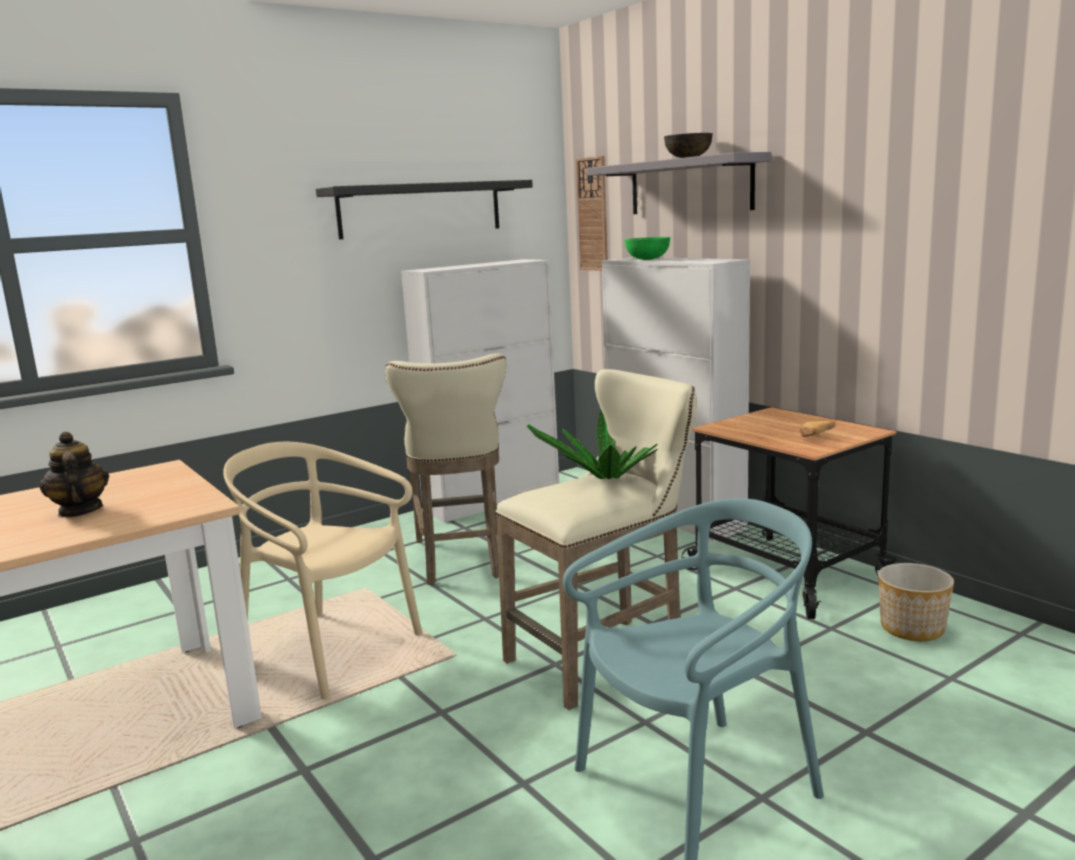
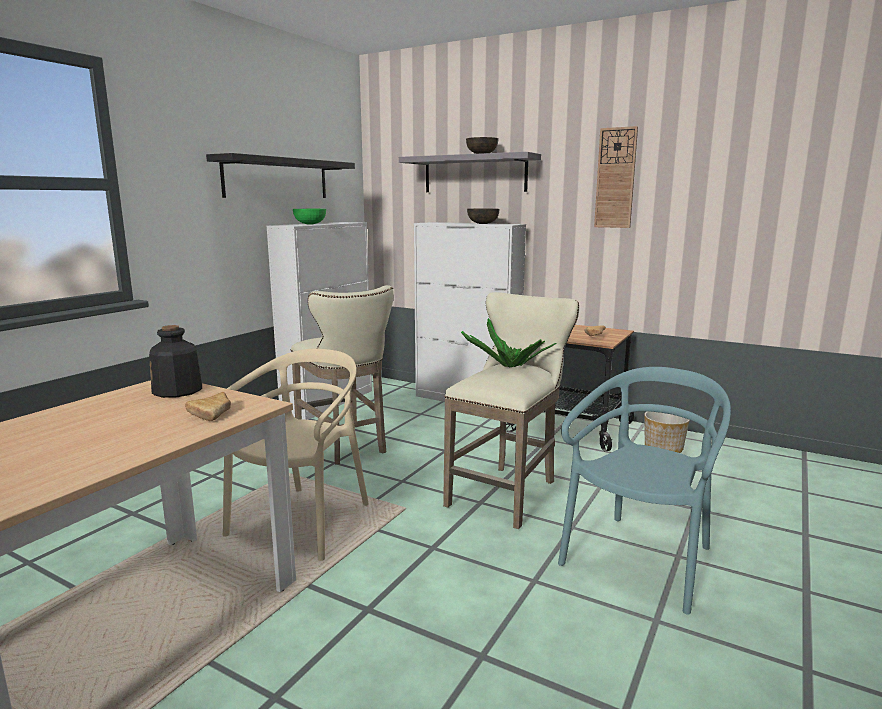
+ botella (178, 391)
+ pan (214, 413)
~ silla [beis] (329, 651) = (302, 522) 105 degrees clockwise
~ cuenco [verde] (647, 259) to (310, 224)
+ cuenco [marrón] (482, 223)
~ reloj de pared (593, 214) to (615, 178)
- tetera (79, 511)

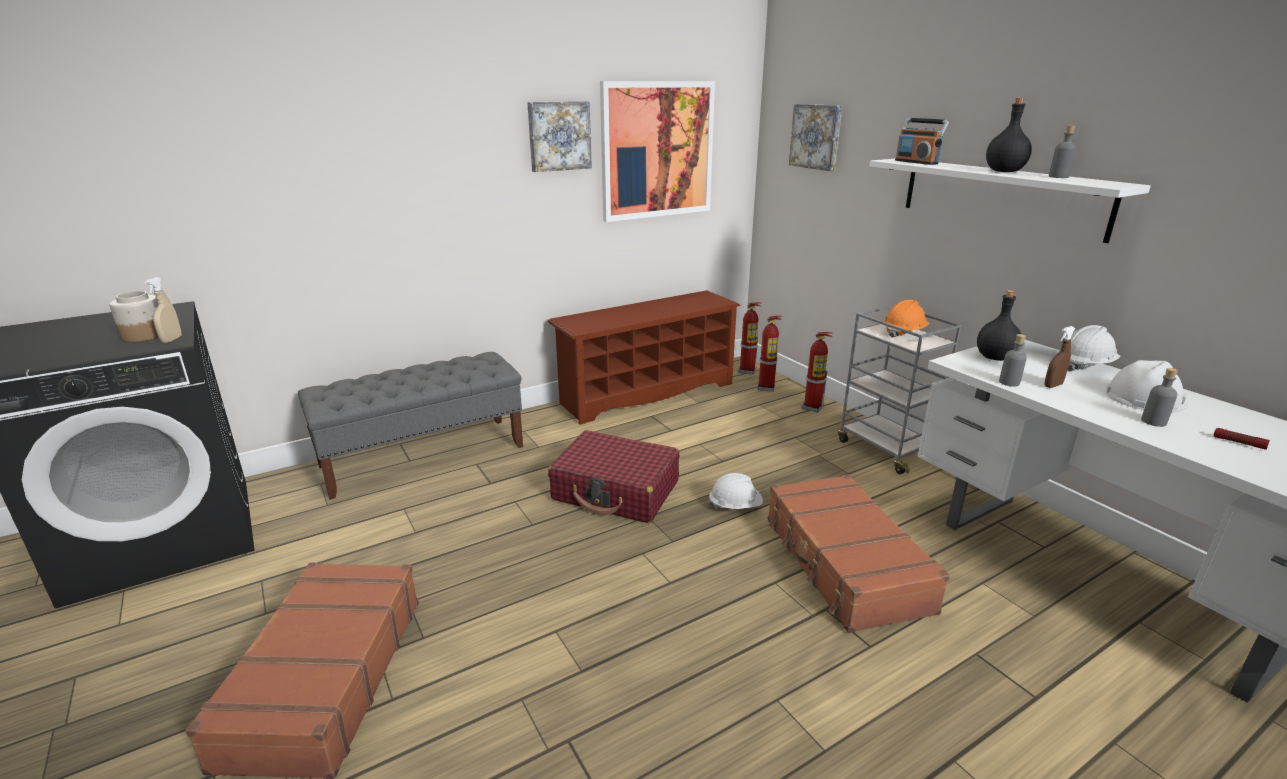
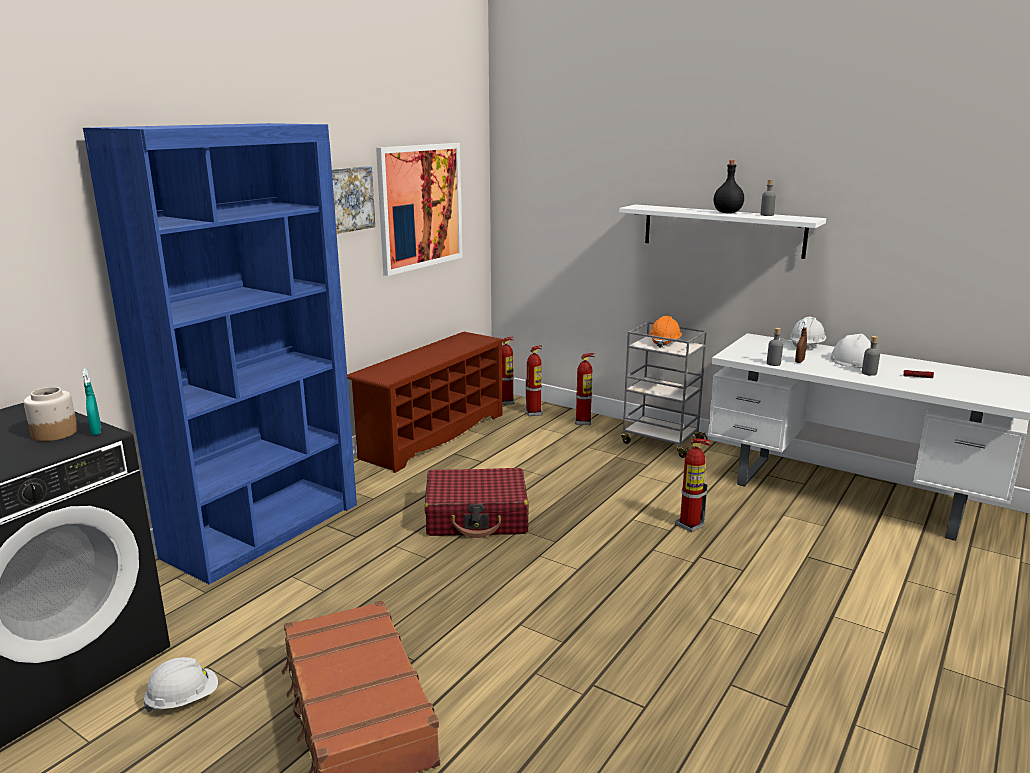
~ pulverizador [beis] (171, 340) to pulverizador [turquesa] (96, 432)
~ banco [gris] (424, 455) to estantería [azul] (264, 529)
~ casco [blanco] (735, 506) to (183, 700)
~ maleta [marrón] (844, 564) to extintor (690, 525)
- cuadro (817, 136)
- radio (916, 162)
- botella [negro] (994, 358)

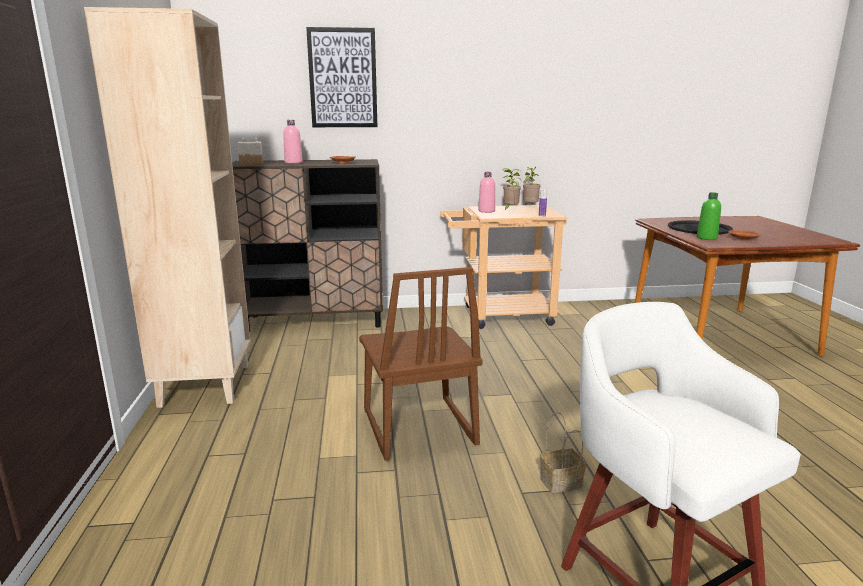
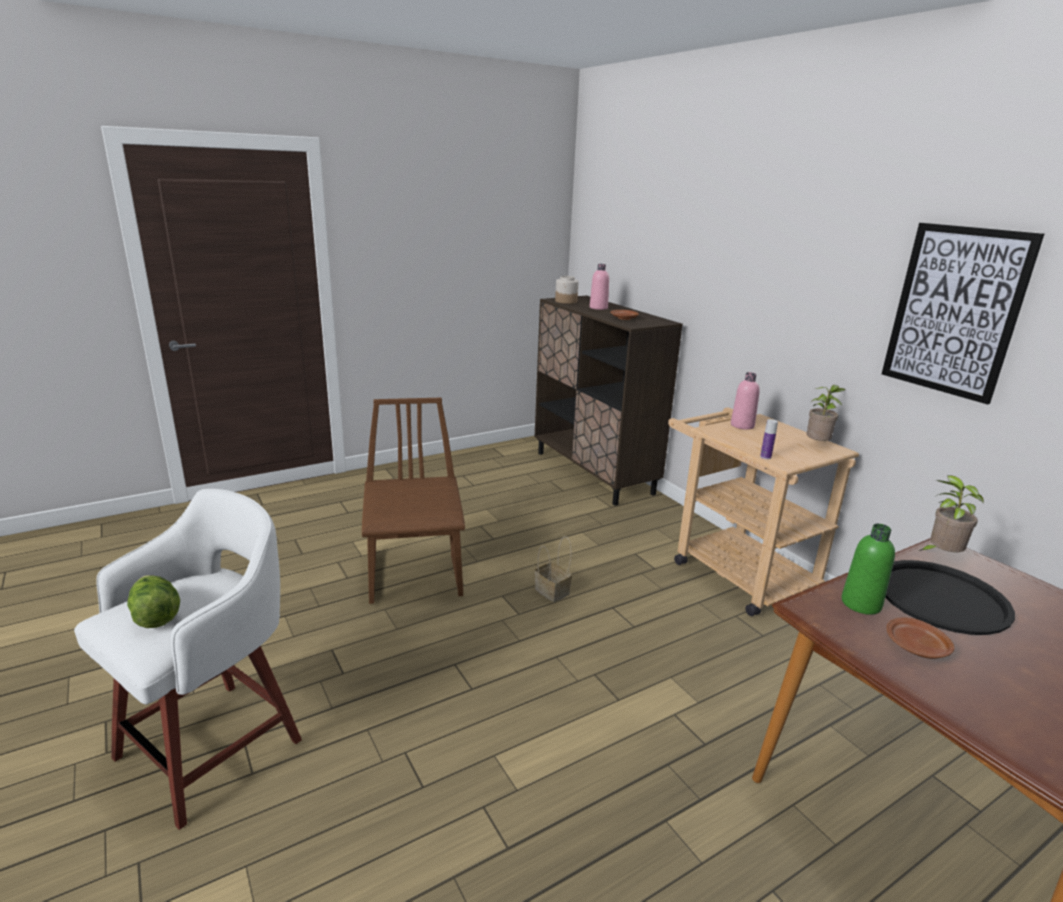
+ lechuga (155, 615)
~ silla [marrón] (417, 428) = (416, 573) 120 degrees clockwise
~ cesta (561, 481) to (553, 592)
~ cuadro (343, 78) to (955, 311)
~ planta en maceta (510, 209) to (940, 555)
- estantería [beis] (205, 385)

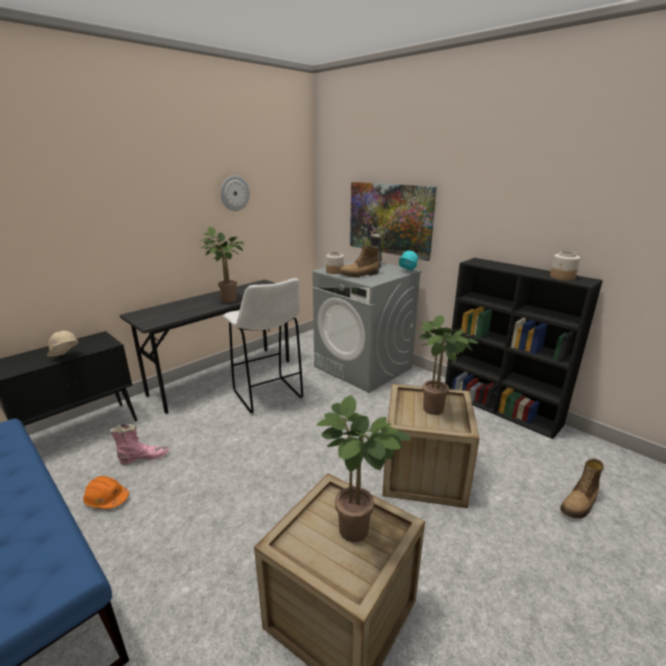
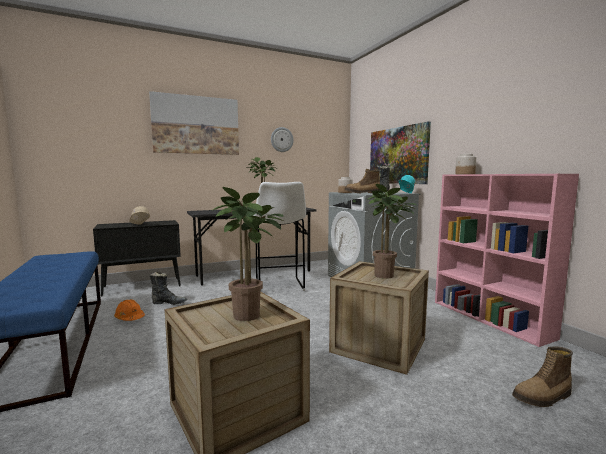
+ cuadro (196, 125)
~ bota [rosa] (143, 457) to bota [negro] (169, 303)
~ estantería [negro] (501, 408) to estantería [rosa] (490, 319)
~ tarro (562, 277) to (465, 174)

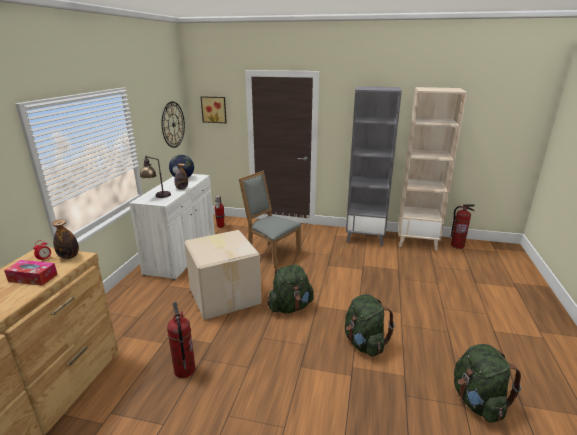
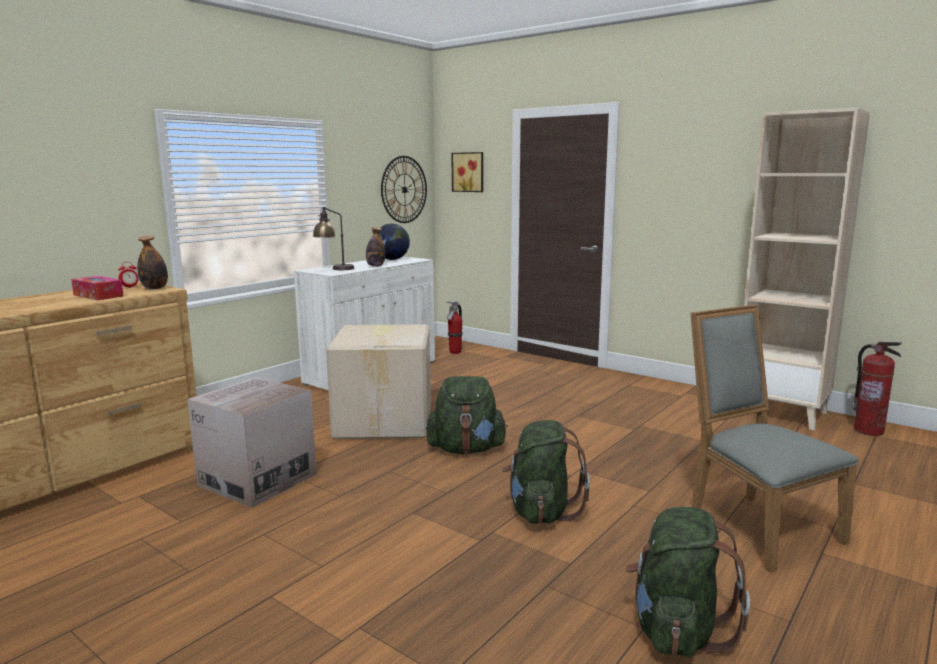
~ extintor (184, 370) to caja de cartón (257, 480)
~ silla [gris] (271, 253) to (756, 526)
- estantería [gris] (365, 237)

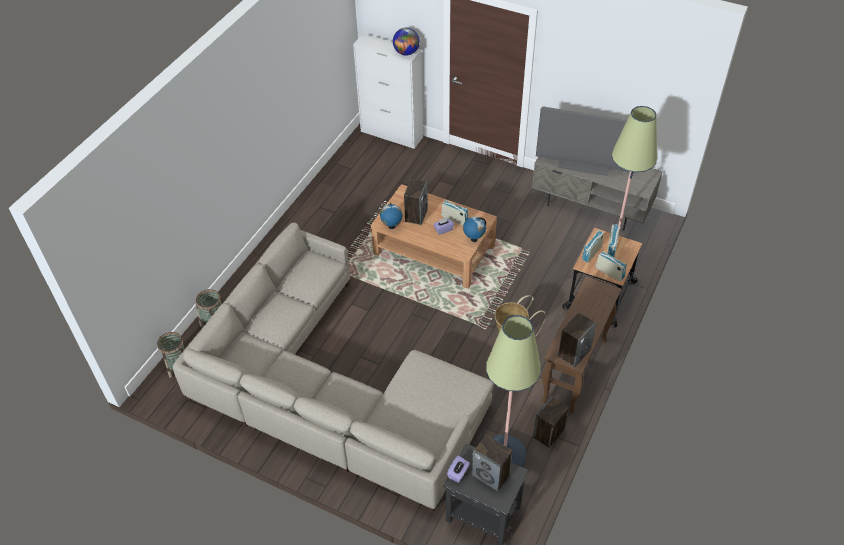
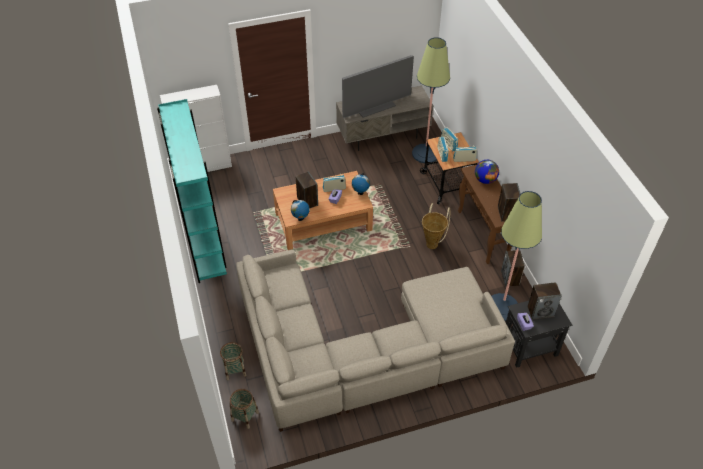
+ estantería [turquesa] (204, 244)
~ globo terráqueo (406, 52) to (485, 180)

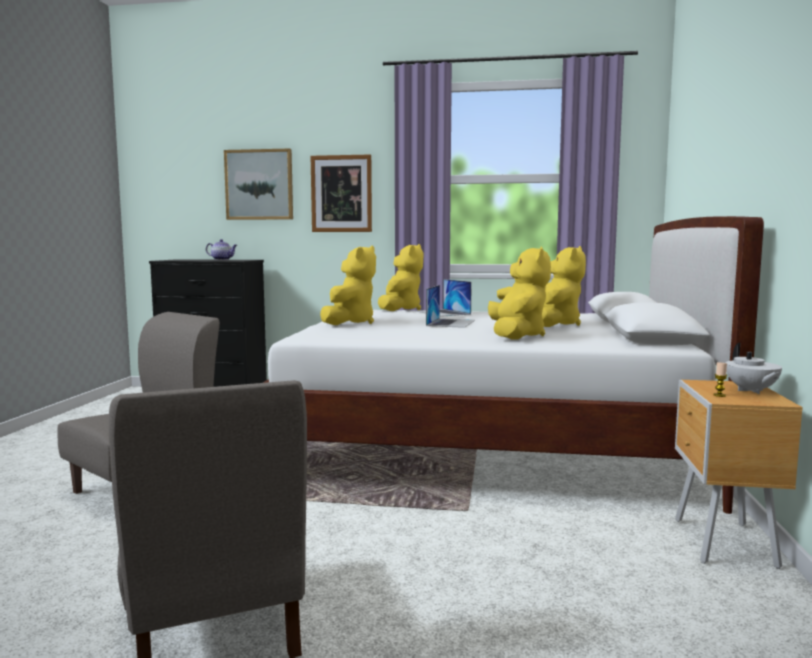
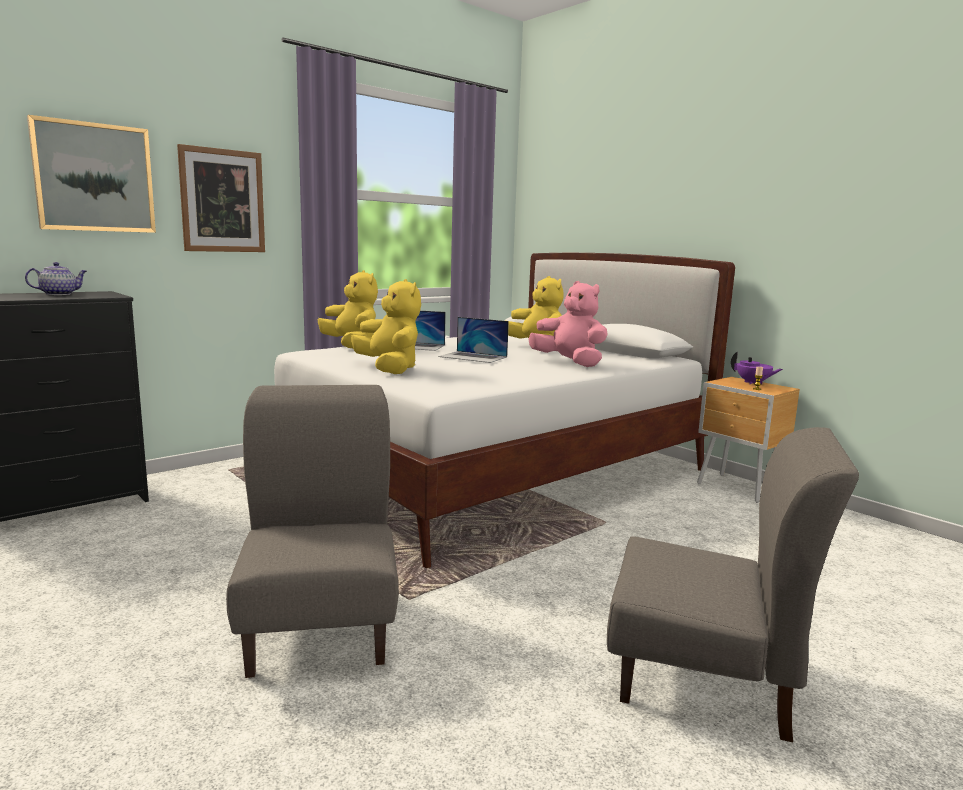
~ portátil (451, 323) = (473, 357) 150 degrees clockwise
~ peluche [amarillo] (516, 336) to peluche [rosa] (570, 363)
~ tetera [blanco] (751, 390) to tetera [morado] (753, 383)

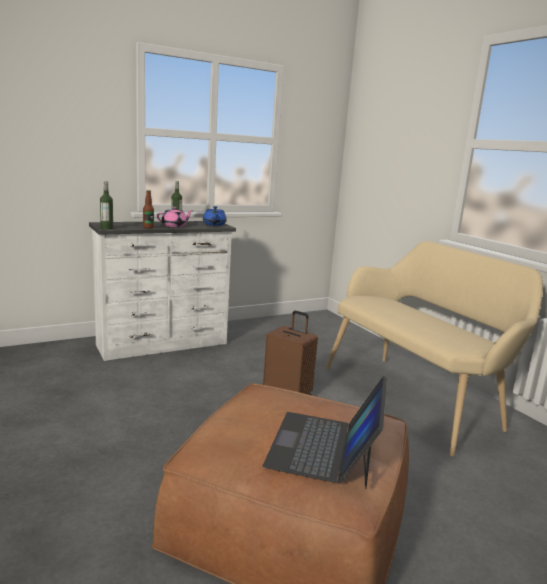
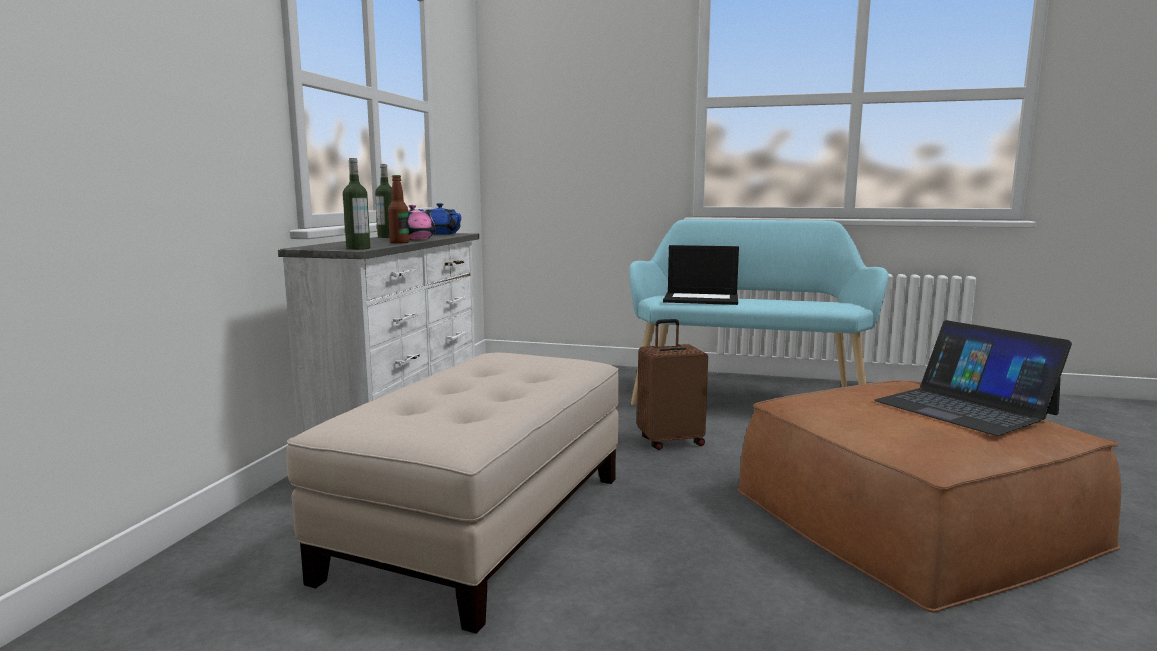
+ puf [beis] (481, 523)
~ banco [beis] (415, 397) to banco [turquesa] (746, 397)
+ portátil (702, 299)

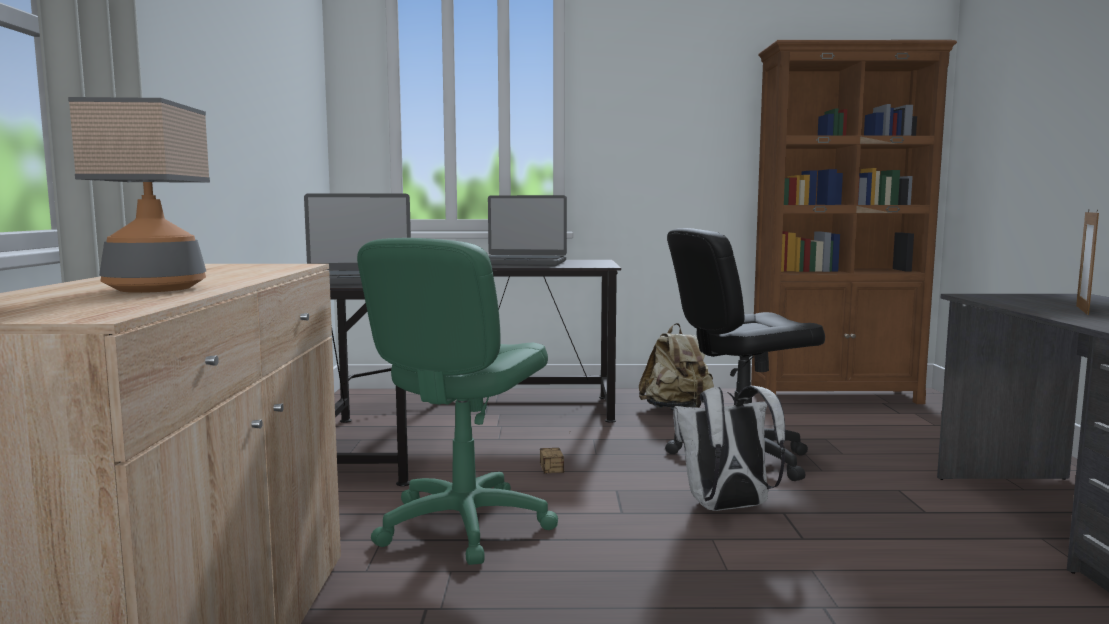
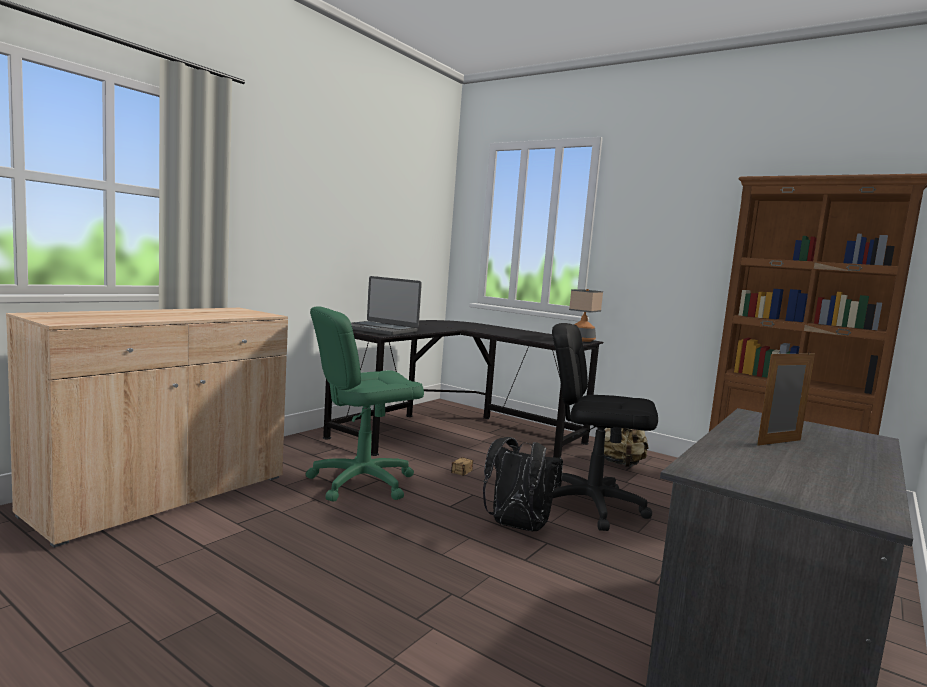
~ mochila [blanco] (727, 508) to mochila [negro] (516, 527)
~ lámpara de mesa (155, 288) to (582, 340)
- portátil (522, 263)

